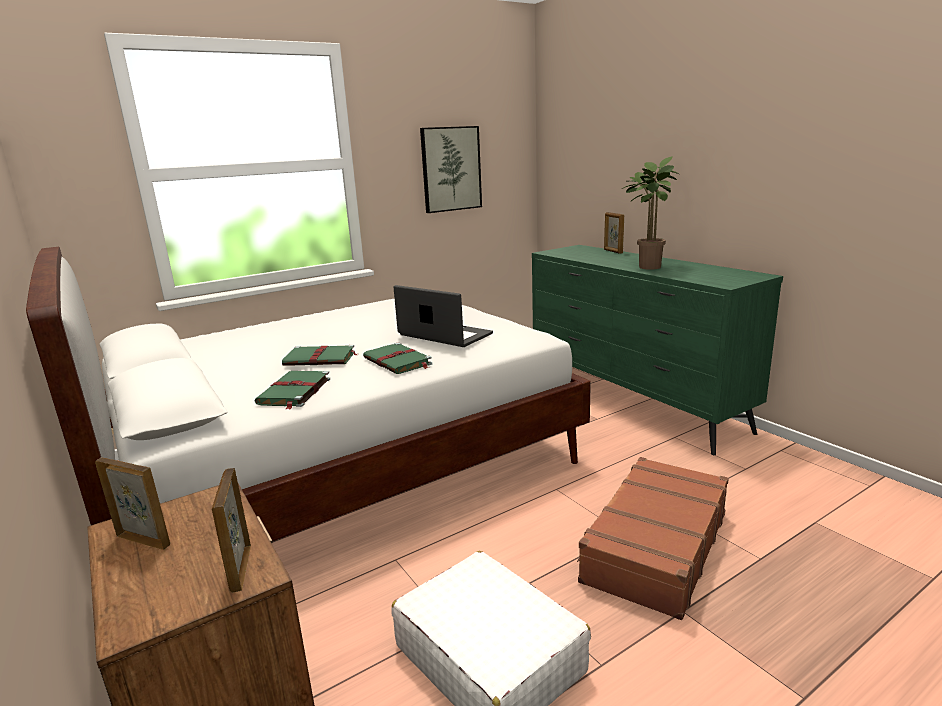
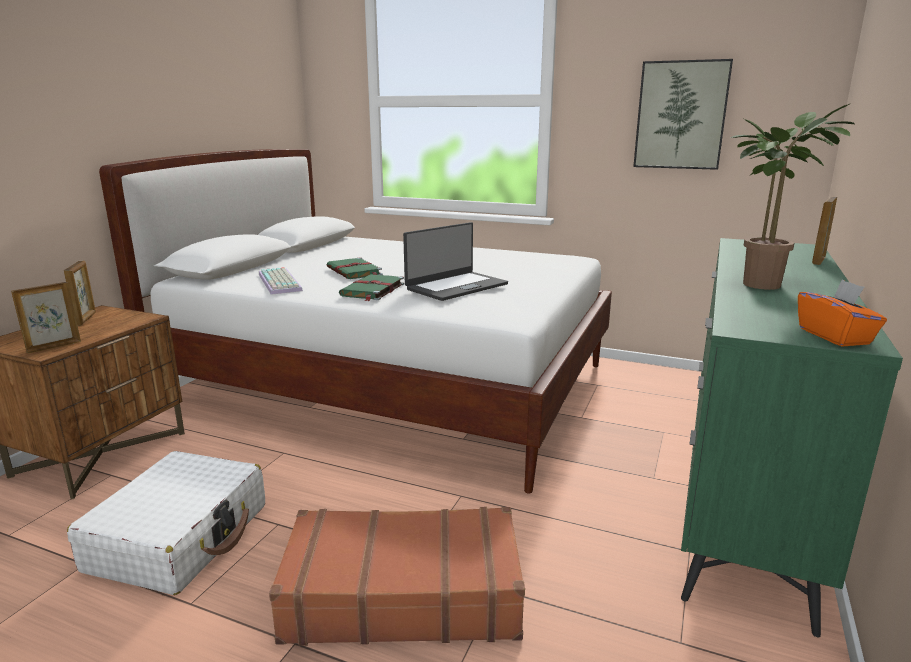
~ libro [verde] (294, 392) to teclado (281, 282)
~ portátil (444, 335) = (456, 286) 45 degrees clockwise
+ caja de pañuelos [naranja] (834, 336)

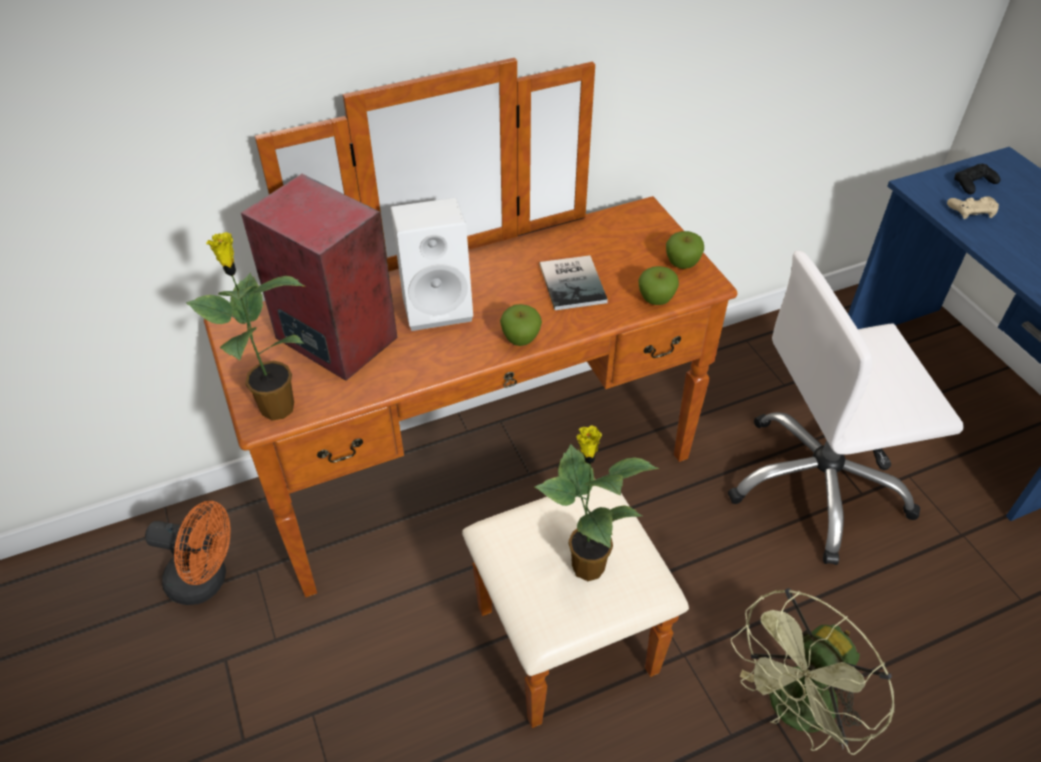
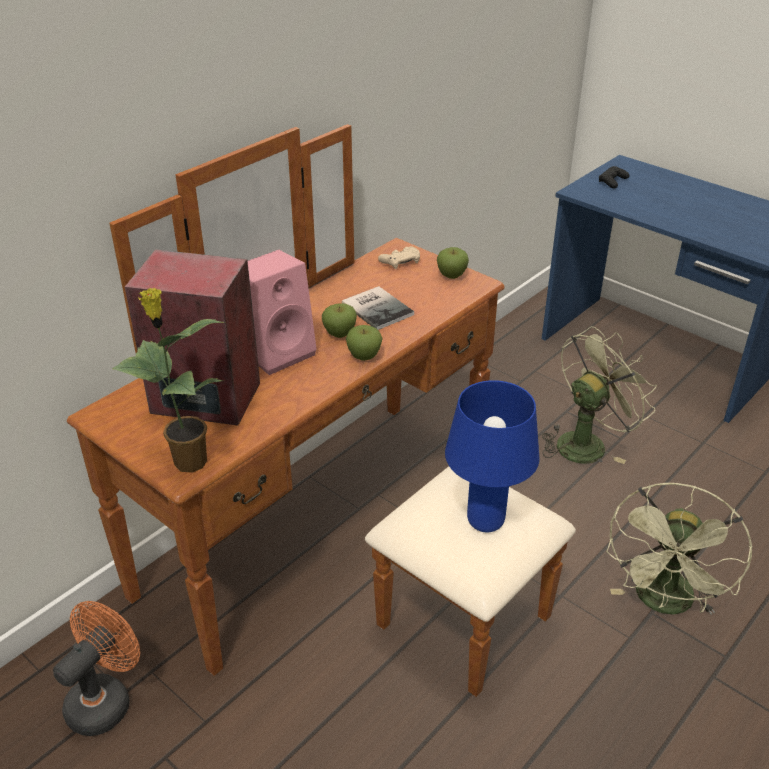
~ ventilador [naranja] (206, 581) = (105, 699) 45 degrees counterclockwise
~ altavoz [blanco] (438, 304) to altavoz [rosa] (278, 351)
~ manzana (656, 300) to (340, 334)
~ mando de consola [beis] (971, 211) to (400, 261)
~ planta en maceta (586, 565) to lámpara de mesa [azul] (486, 522)
~ silla de oficina [blanco] (818, 485) to ventilador [verde] (587, 442)

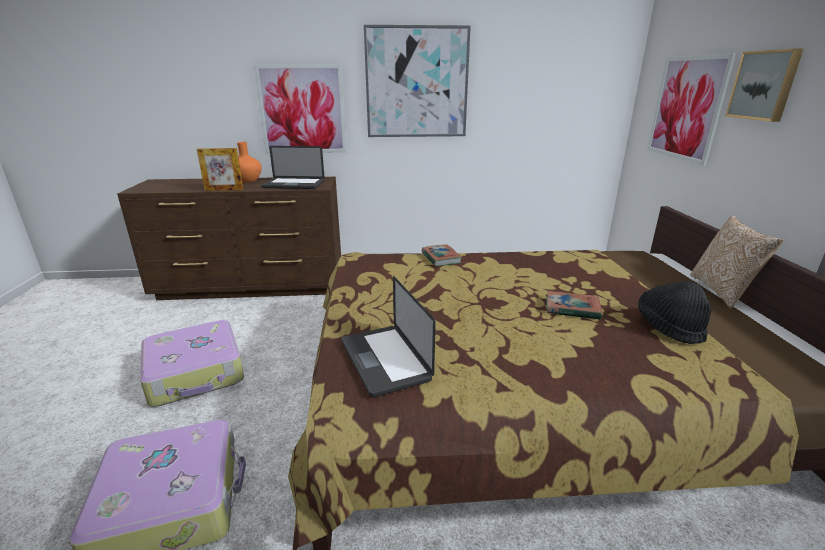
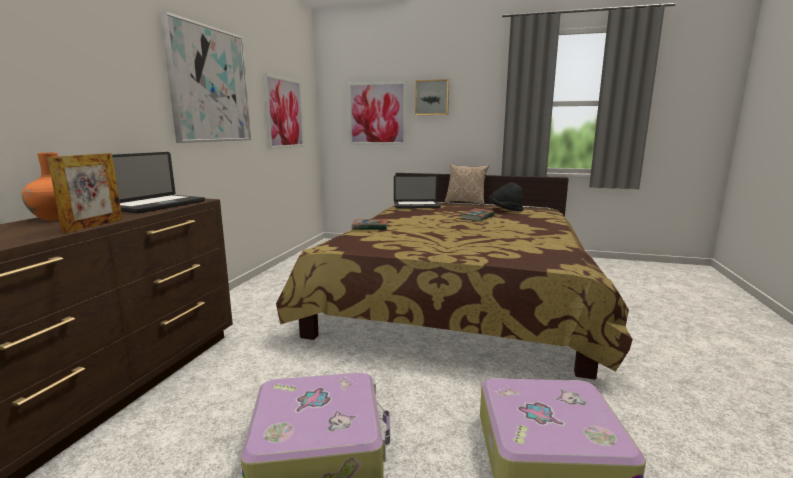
~ cuadro (302, 110) to (284, 113)
~ portátil (384, 360) to (416, 206)

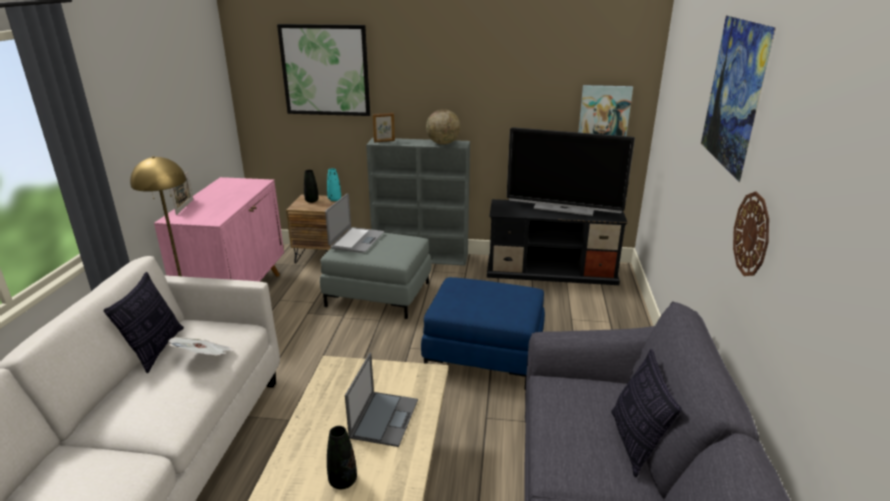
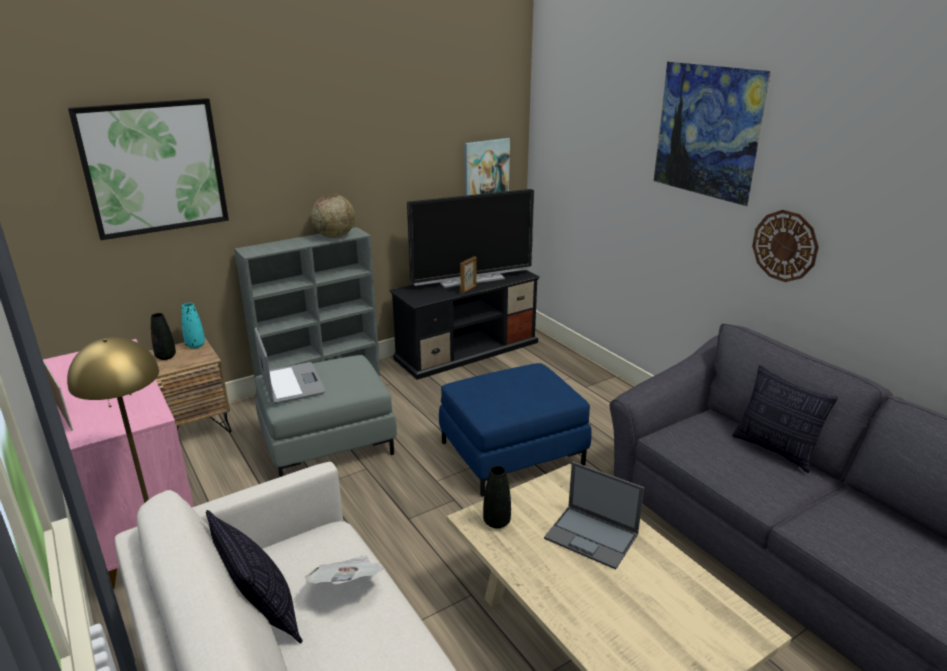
~ portarretratos (384, 141) to (468, 290)
~ florero [negro] (343, 481) to (496, 522)
~ portátil (384, 418) = (592, 537) 150 degrees clockwise

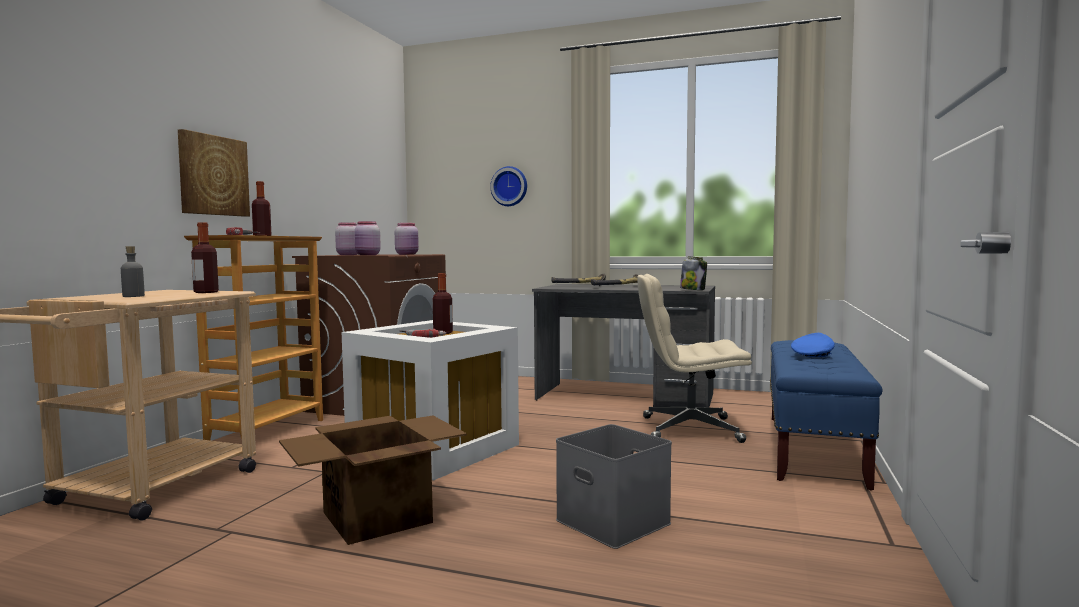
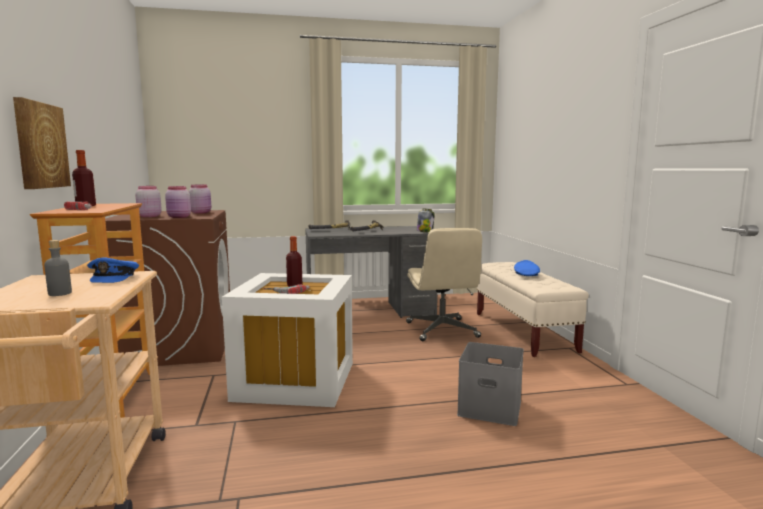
~ botella (206, 292) to gorra [azul] (114, 277)
~ silla de oficina [beis] (689, 429) = (442, 330) 75 degrees counterclockwise
~ banco [azul] (814, 449) to banco [beis] (523, 332)
- caja de cartón (375, 517)
- reloj de pared (510, 186)

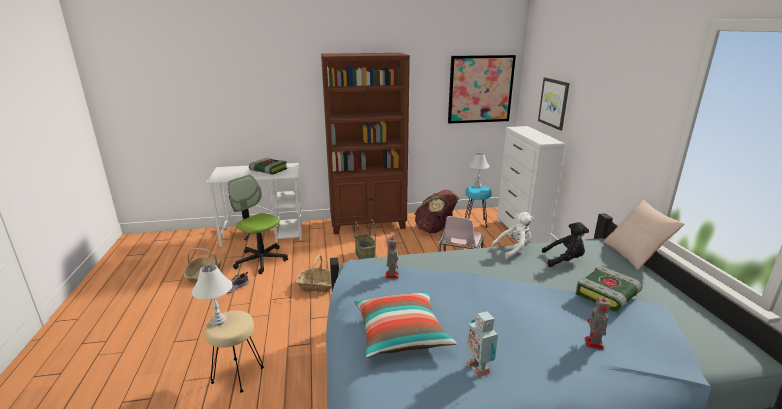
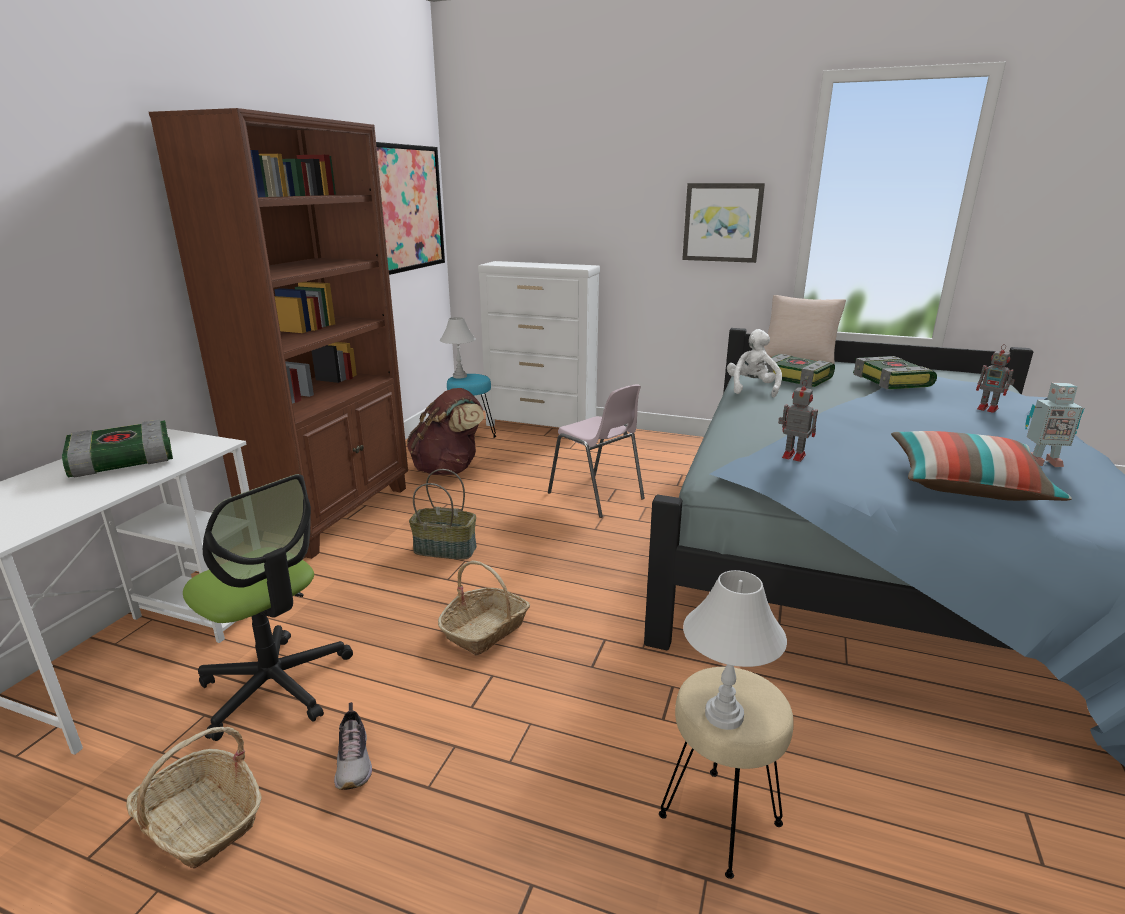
~ silla de oficina (261, 260) = (276, 685) 120 degrees counterclockwise
~ cuadro (554, 103) to (722, 222)
~ peluche [negro] (564, 260) to libro (796, 378)

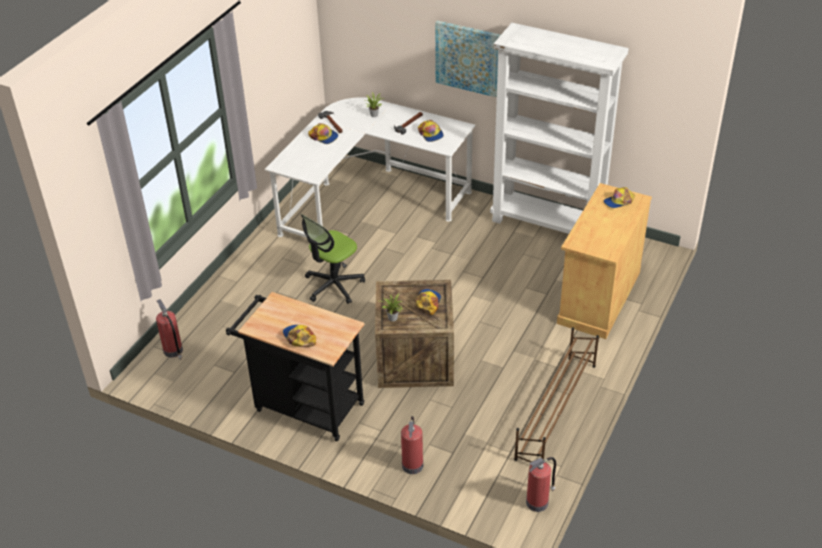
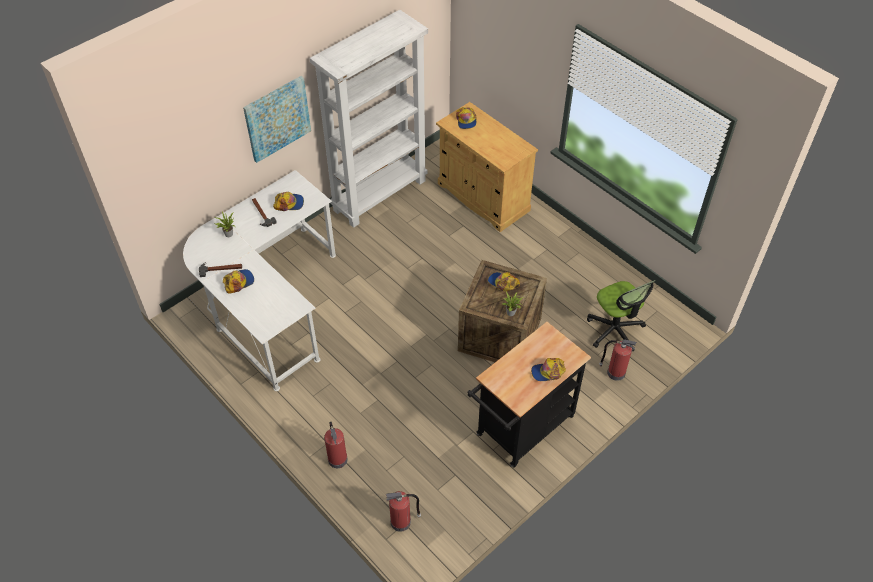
~ extintor (538, 502) to (337, 458)
~ silla de oficina (333, 285) to (615, 330)
- zapatero [marrón] (555, 411)

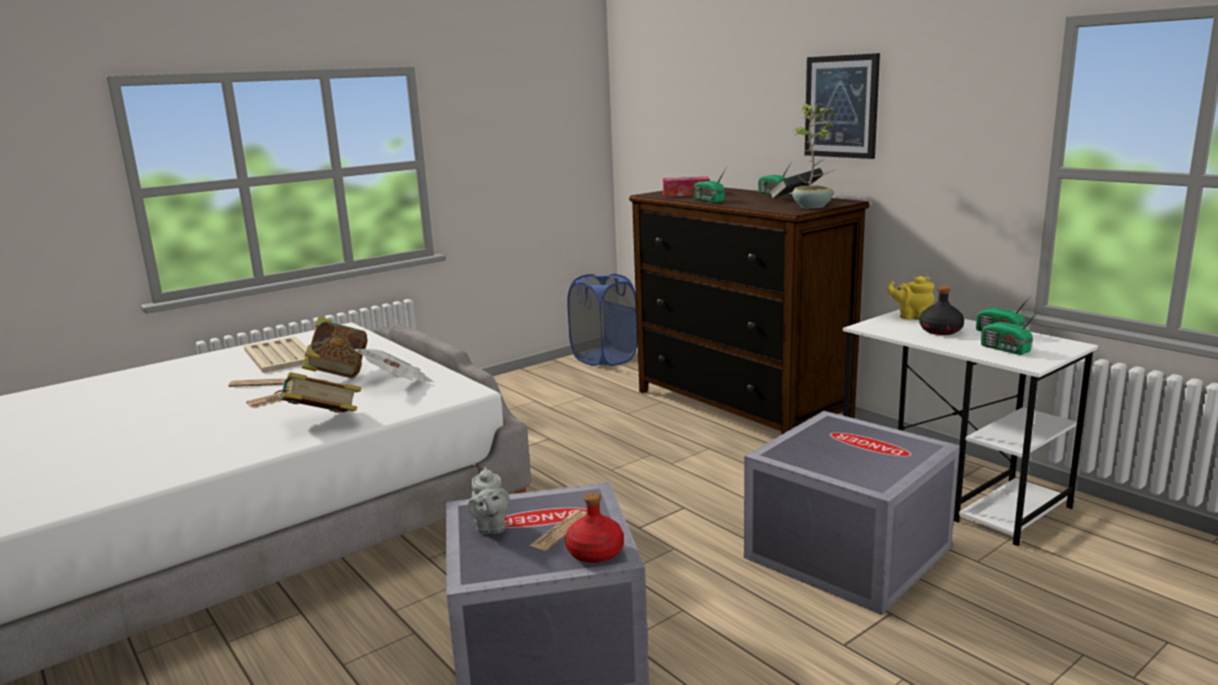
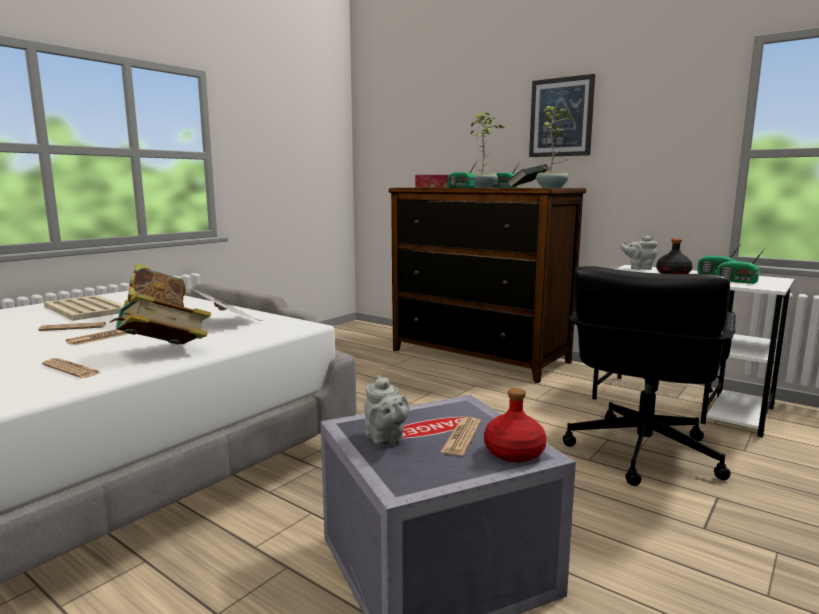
+ periódico (71, 369)
+ planta en maceta (483, 187)
~ caja de almacenaje [gris] (844, 553) to silla de oficina [negro] (641, 453)
~ tetera [amarillo] (911, 317) to tetera [gris] (639, 268)
- cesto de la ropa [azul] (604, 358)

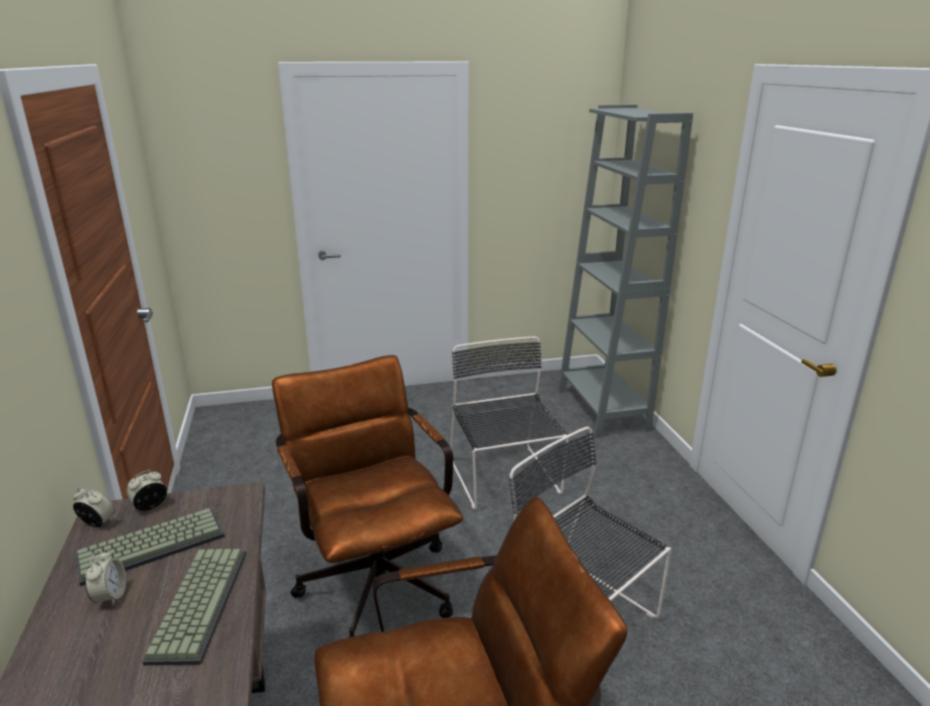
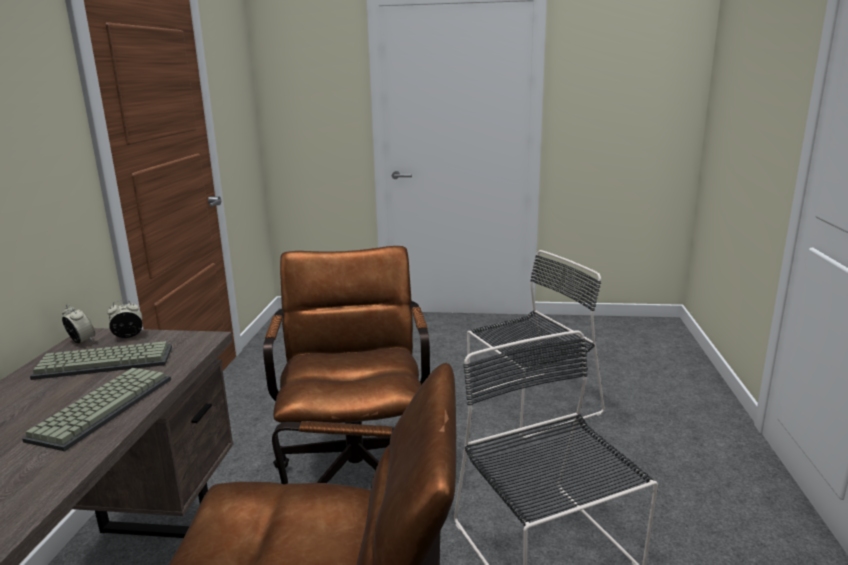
~ silla [negro] (505, 479) = (530, 404) 60 degrees clockwise
- despertador (110, 596)
- estantería [gris] (602, 409)

